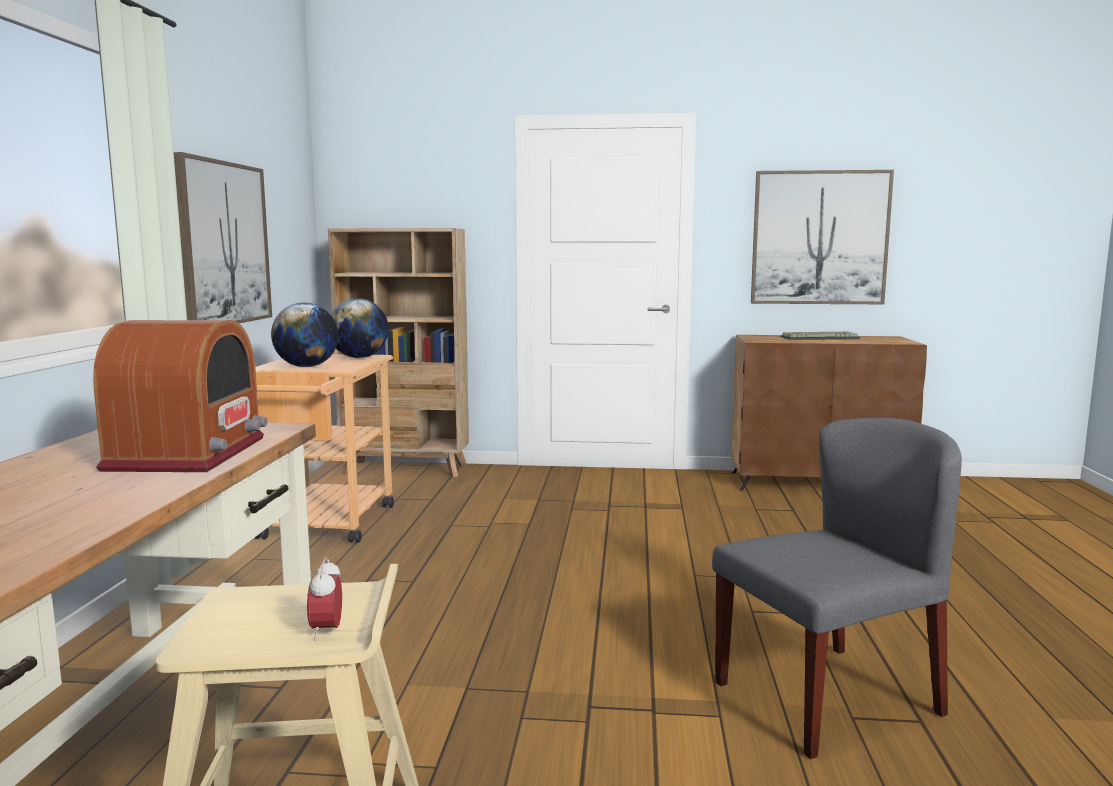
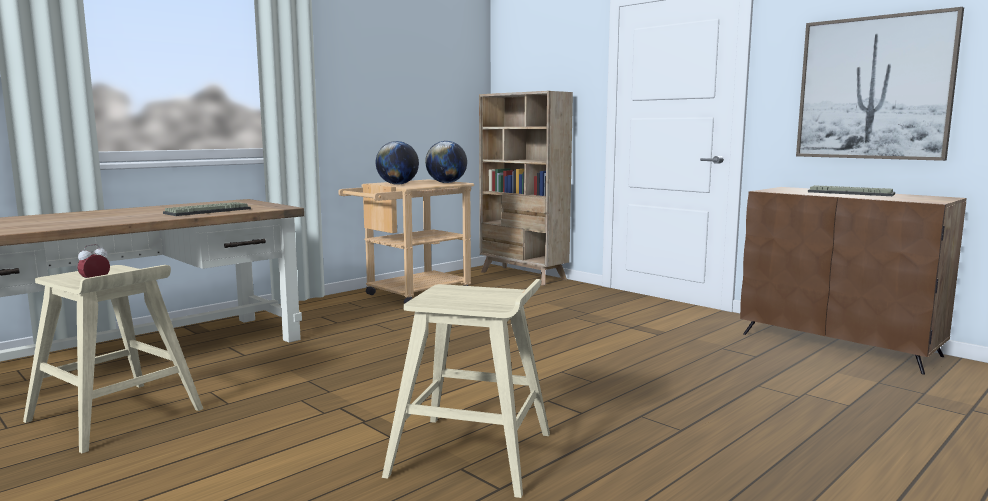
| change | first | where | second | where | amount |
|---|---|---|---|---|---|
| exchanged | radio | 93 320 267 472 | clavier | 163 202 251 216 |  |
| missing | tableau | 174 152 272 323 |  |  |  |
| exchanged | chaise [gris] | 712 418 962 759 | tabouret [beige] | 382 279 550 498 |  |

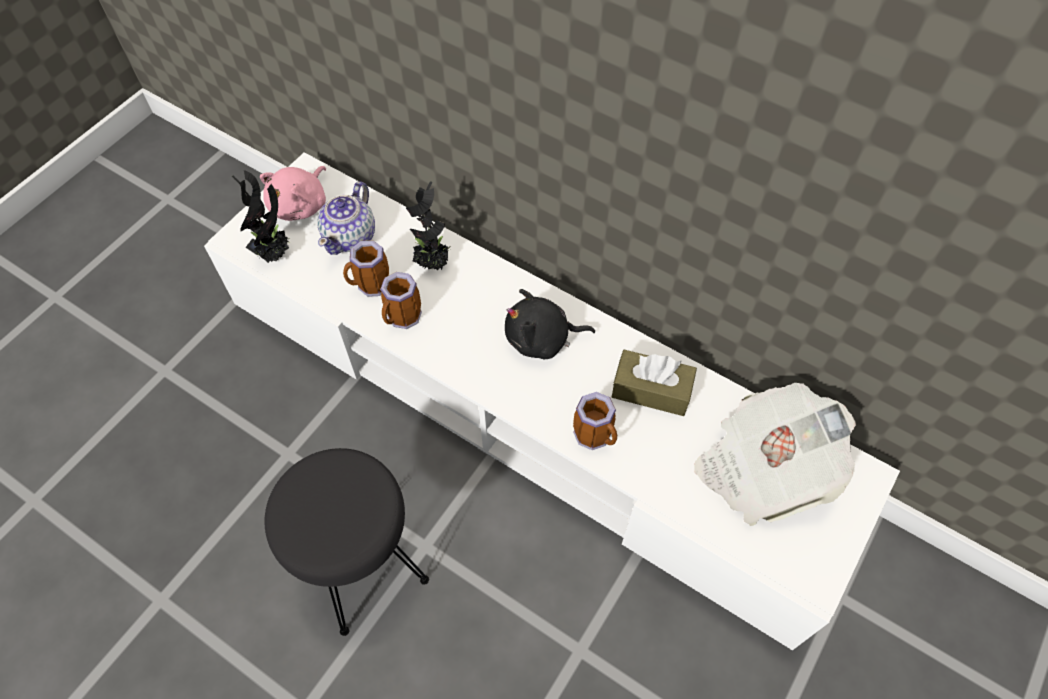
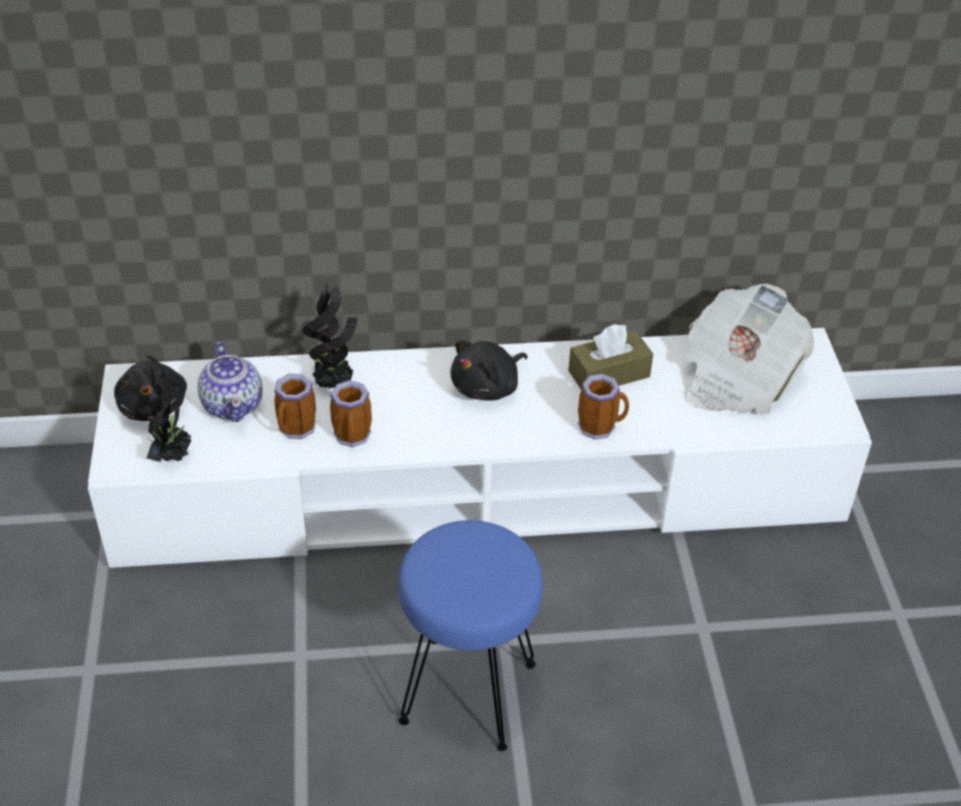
| change | first | where | second | where | amount |
|---|---|---|---|---|---|
| colour | peluche [rose] | 260 166 326 221 | peluche [noir] | 114 360 187 421 |  |
| colour | tabouret [noir] | 264 448 429 636 | tabouret [bleu] | 398 520 543 751 |  |

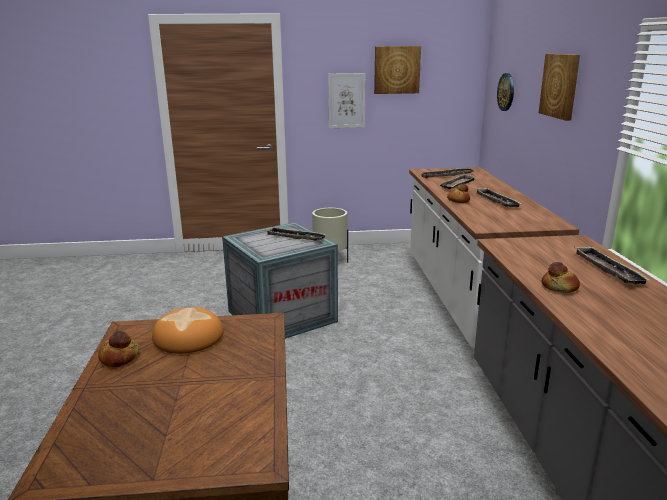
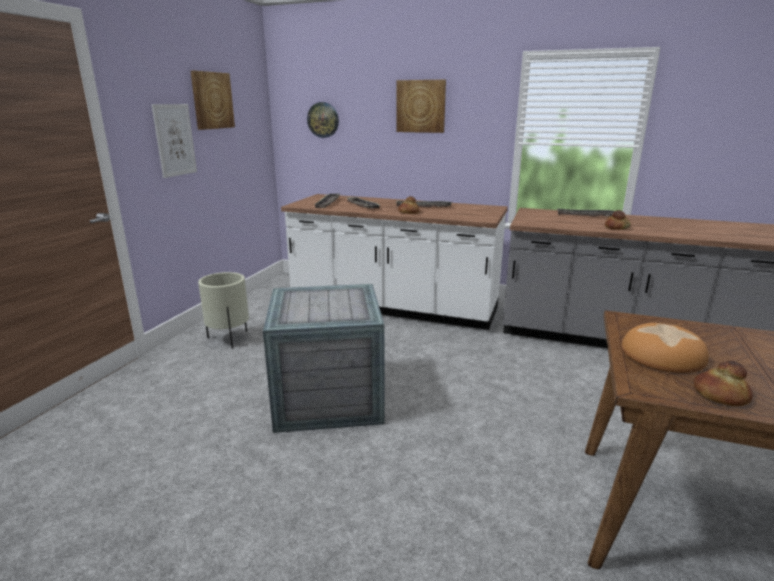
| change | first | where | second | where | amount |
|---|---|---|---|---|---|
| missing | plateau | 265 227 327 241 |  |  |  |

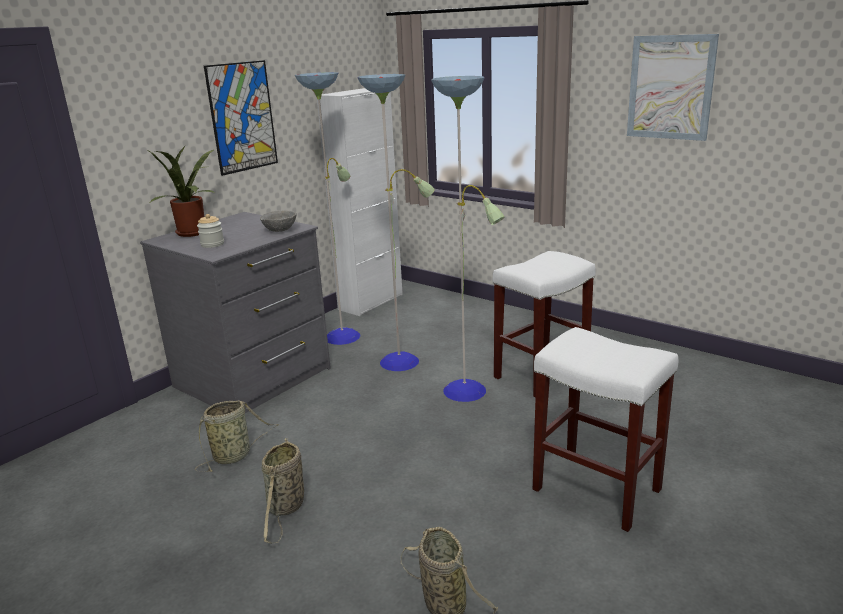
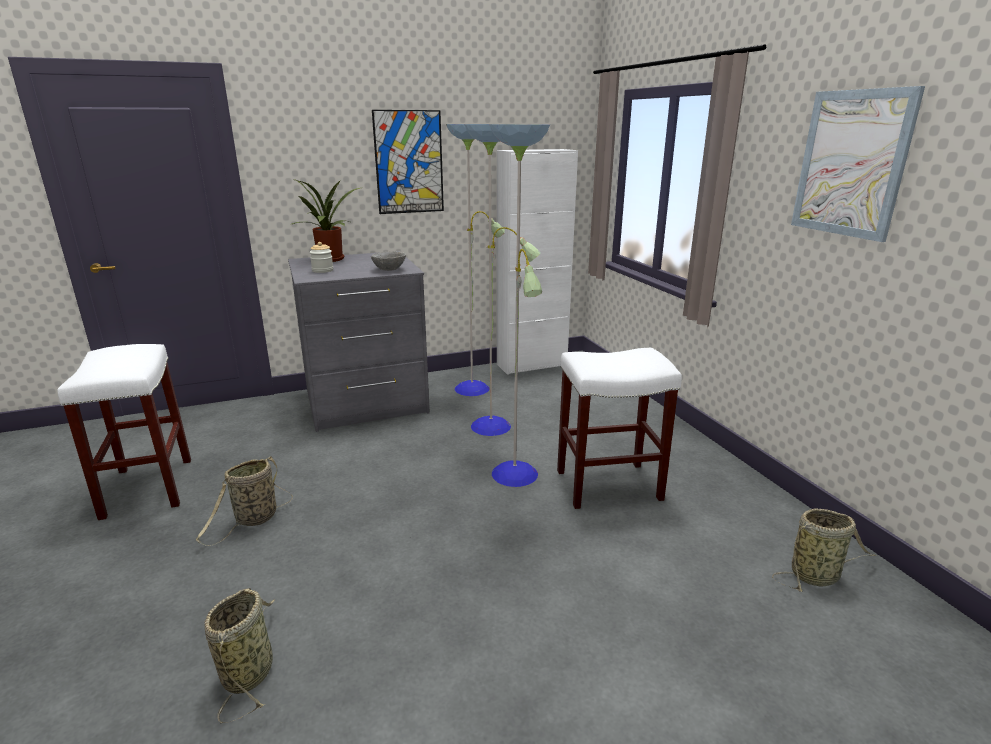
| change | first | where | second | where | amount |
|---|---|---|---|---|---|
| relocated | panier | 195 401 279 472 |  | 772 508 876 592 |  |
| relocated | tabouret [blanc] | 533 327 678 532 |  | 57 344 191 520 |  |

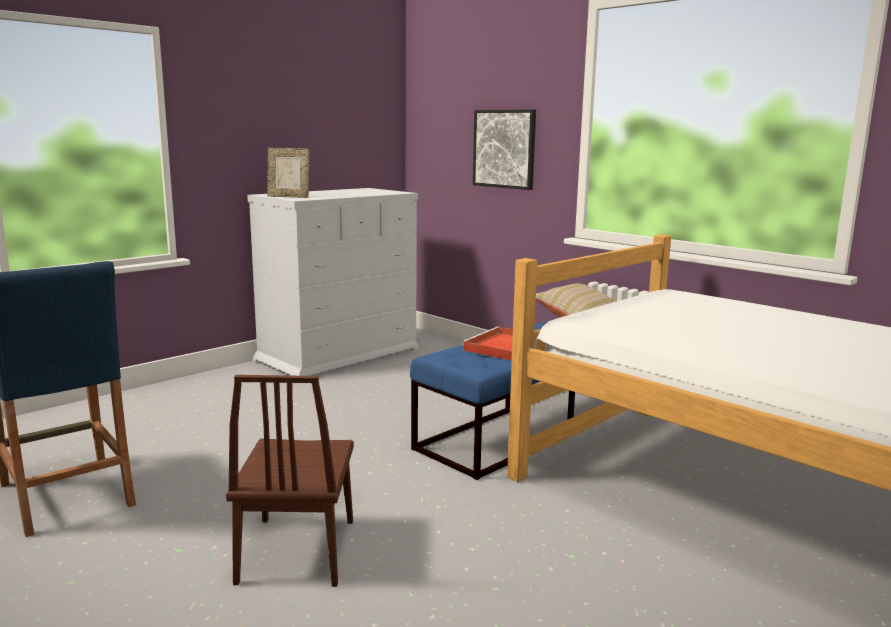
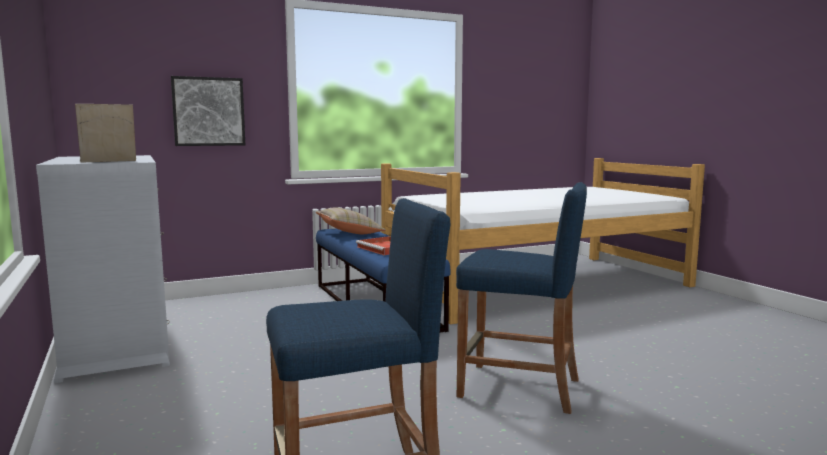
| change | first | where | second | where | amount |
|---|---|---|---|---|---|
| exchanged | chaise [marron] | 226 375 354 587 | tabouret [bleu] | 456 182 587 414 |  |
| spun | cadre photo | 267 148 309 198 |  | 75 104 136 162 | 150 degrees counterclockwise |

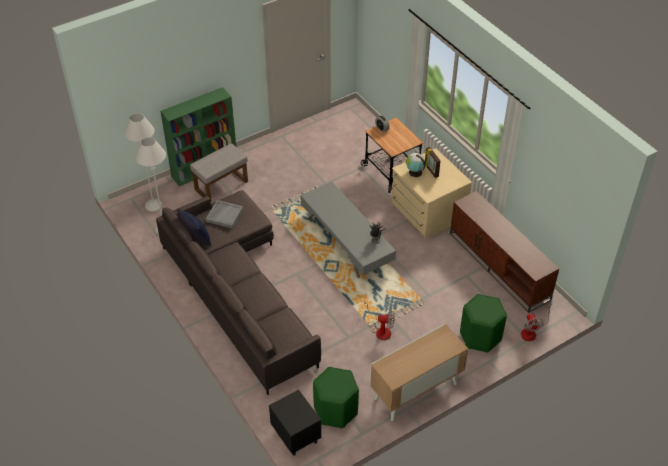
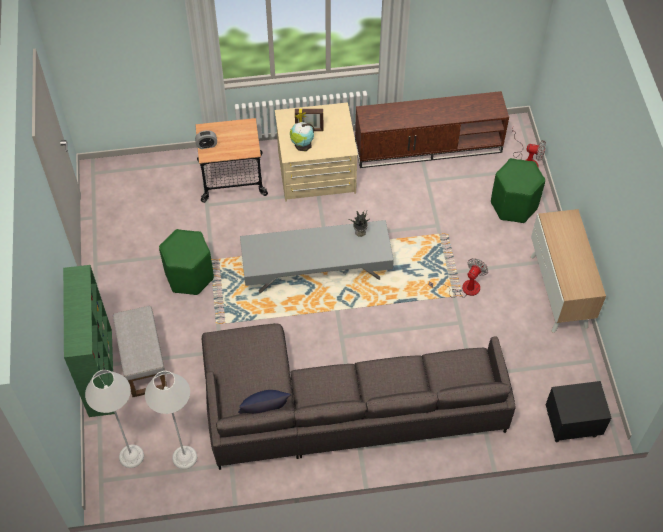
| change | first | where | second | where | amount |
|---|---|---|---|---|---|
| missing | plateau [gris] | 206 200 243 228 |  |  |  |
| relocated | tabouret [vert] | 313 367 359 428 |  | 159 229 214 295 |  |

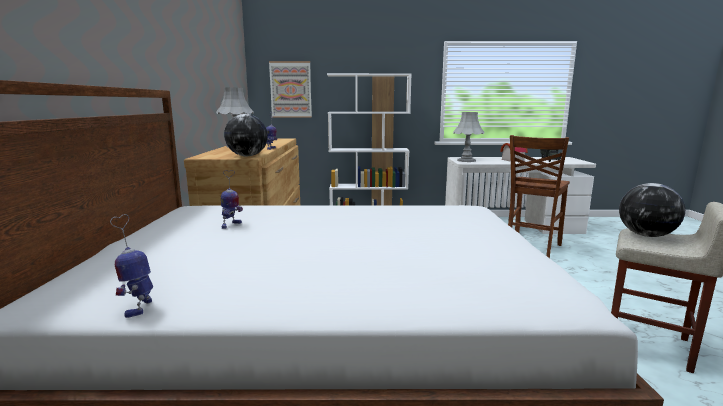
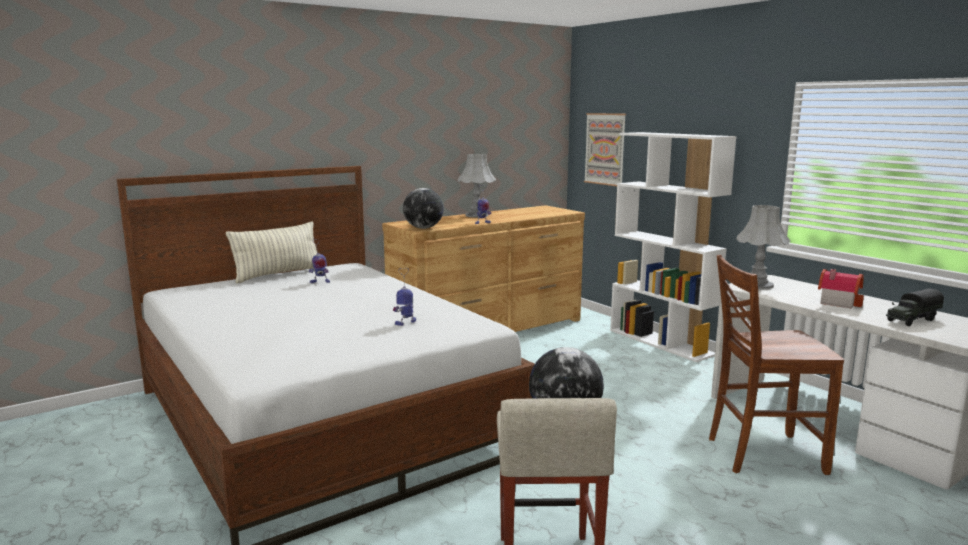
| change | first | where | second | where | amount |
|---|---|---|---|---|---|
| relocated | robot jouet | 110 214 153 318 |  | 393 268 416 326 |  |
| appeared |  |  | coussin | 226 221 317 284 |  |

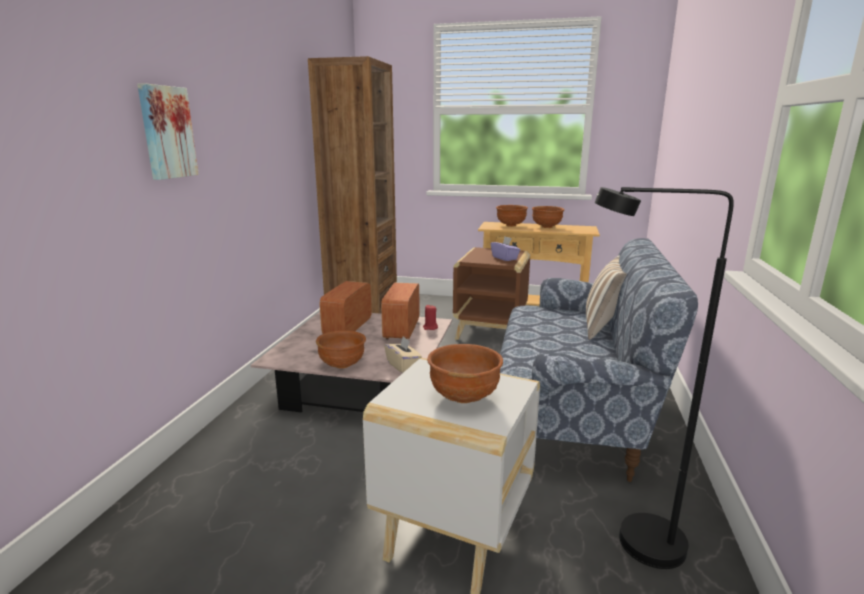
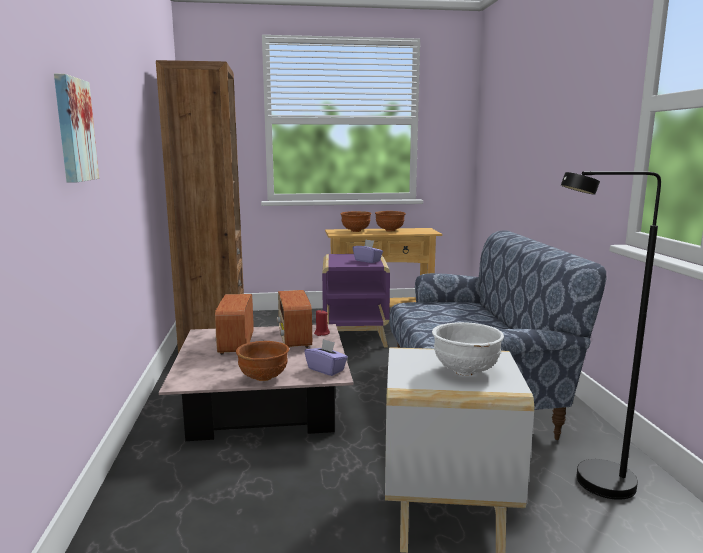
| change | first | where | second | where | amount |
|---|---|---|---|---|---|
| colour | boîte à mouchoirs [beige] | 384 337 422 373 | boîte à mouchoirs [violet] | 304 339 348 376 |  |
| colour | bol [marron] | 427 344 503 403 | bol [blanc] | 432 322 504 376 |  |
| colour | table d'appoint [marron] | 453 247 530 340 | table d'appoint [violet] | 322 254 390 347 |  |
| missing | coussin | 586 256 627 340 |  |  |  |

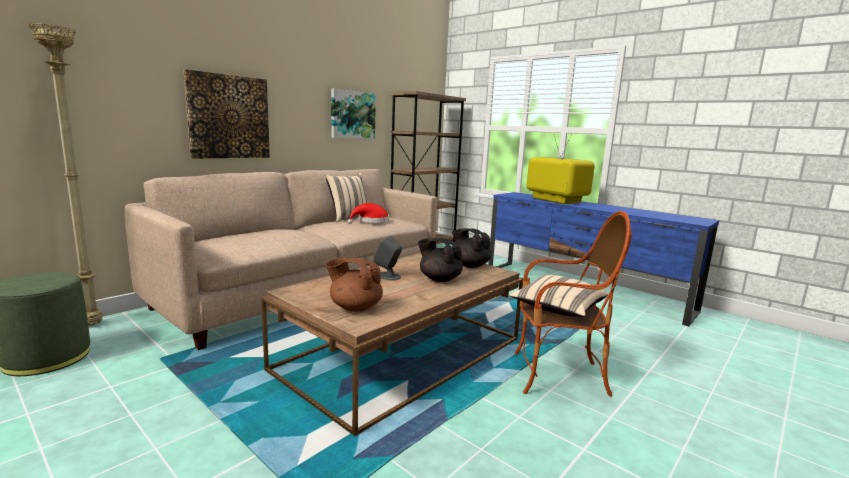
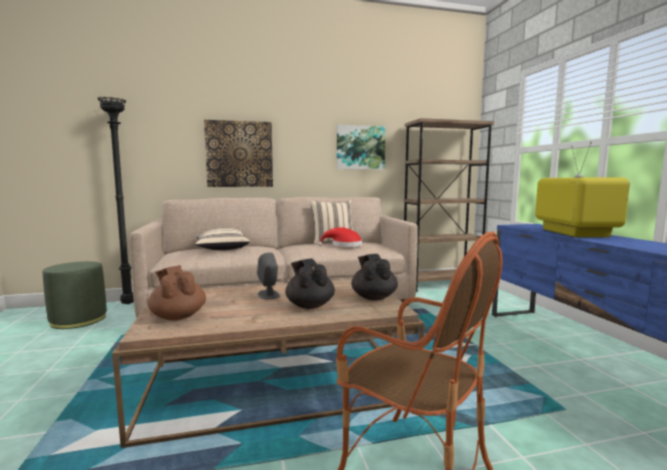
| change | first | where | second | where | amount |
|---|---|---|---|---|---|
| colour | lampadaire [beige] | 28 22 103 326 | lampadaire [noir] | 97 97 134 304 |  |
| relocated | coussin [beige] | 509 275 608 317 |  | 195 228 250 250 |  |

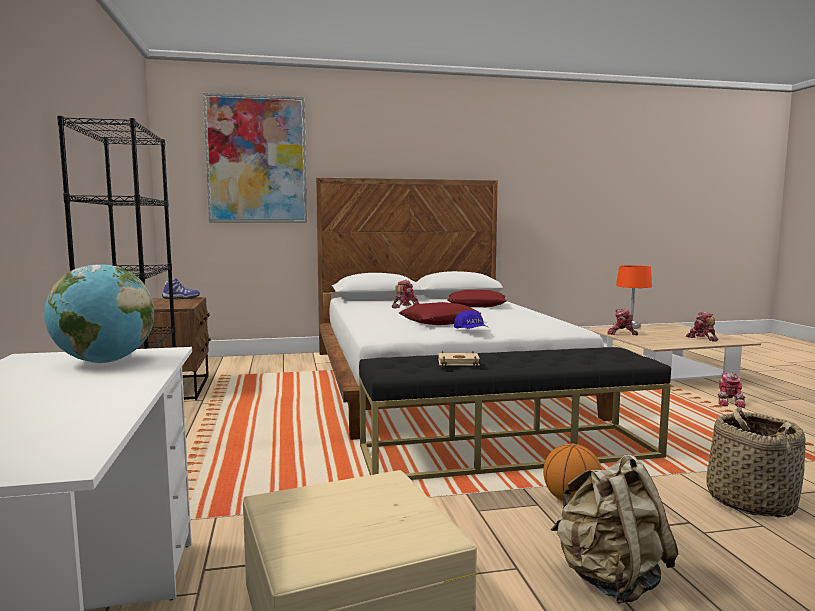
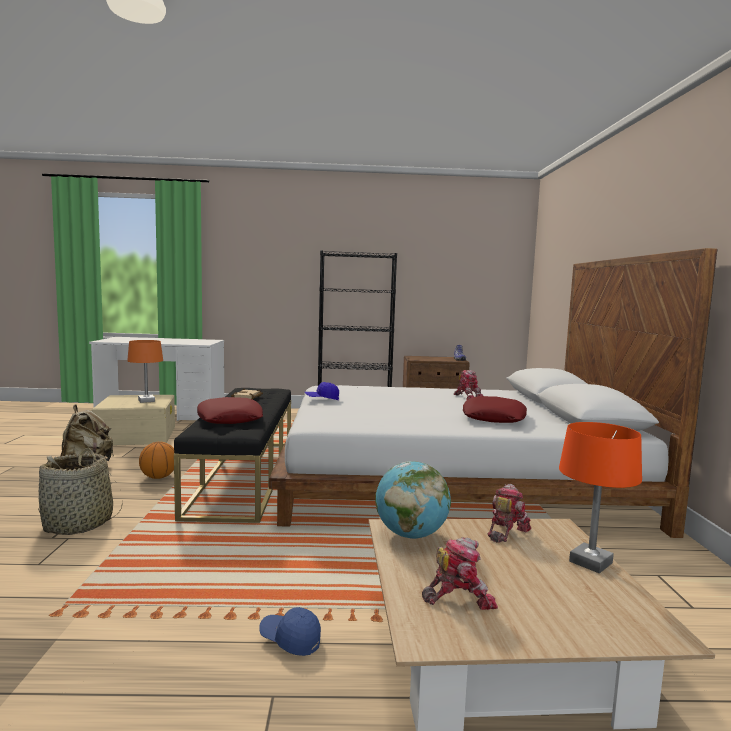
| change | first | where | second | where | amount |
|---|---|---|---|---|---|
| relocated | globe | 44 264 154 363 |  | 375 461 451 539 |  |
| missing | tableau | 203 93 307 222 |  |  |  |
| relocated | coussin [rouge] | 399 302 482 325 |  | 197 397 263 424 |  |
| exchanged | robot jouet | 718 372 746 408 | casquette [bleu] | 259 607 321 656 |  |
| appeared |  |  | lampe de table [orange] | 127 340 163 403 |  |

